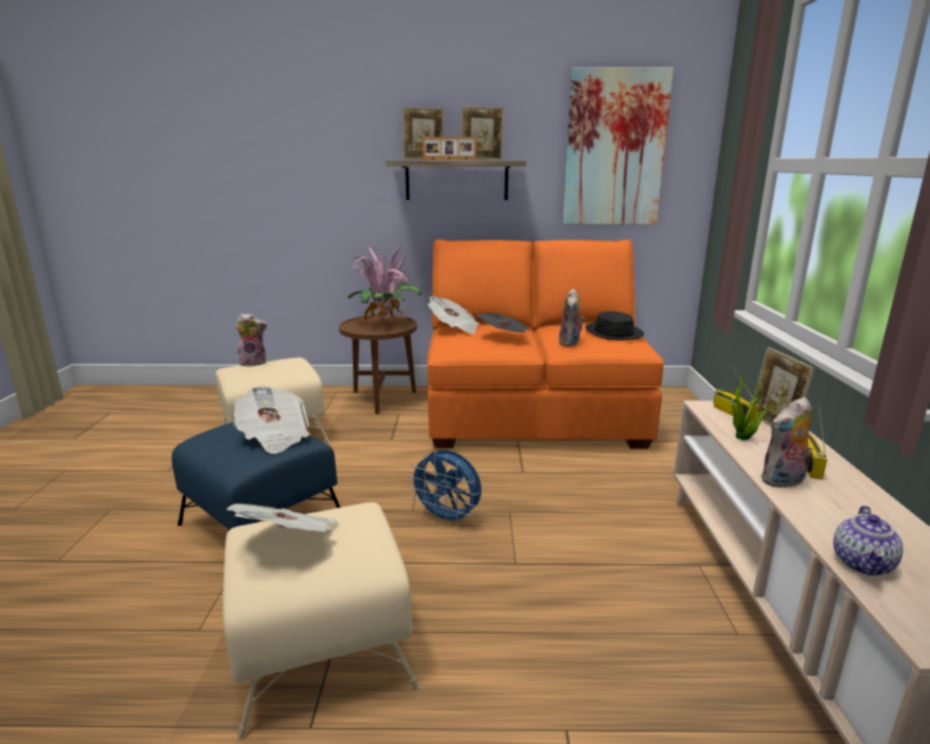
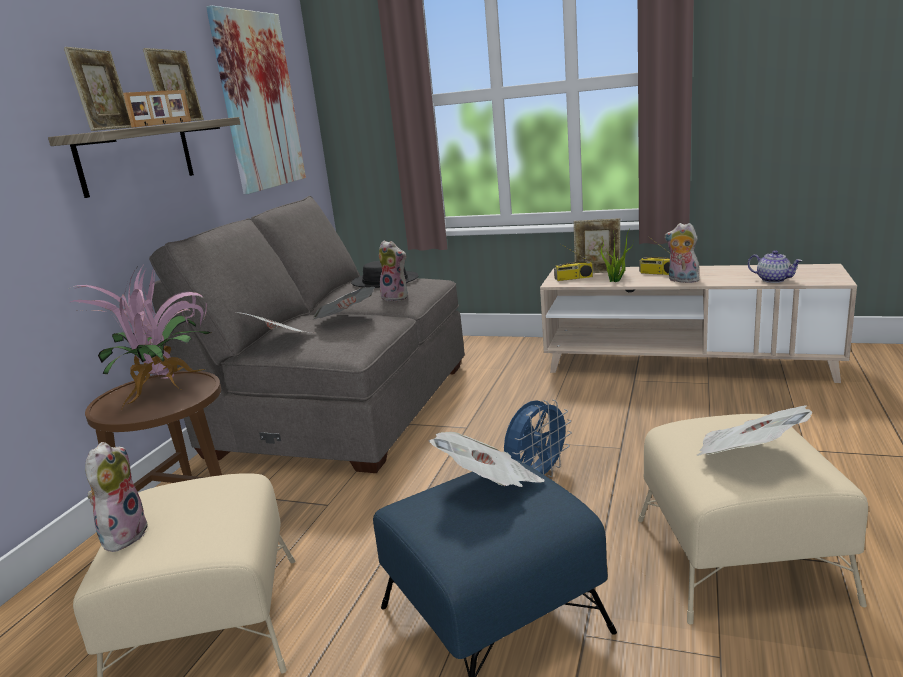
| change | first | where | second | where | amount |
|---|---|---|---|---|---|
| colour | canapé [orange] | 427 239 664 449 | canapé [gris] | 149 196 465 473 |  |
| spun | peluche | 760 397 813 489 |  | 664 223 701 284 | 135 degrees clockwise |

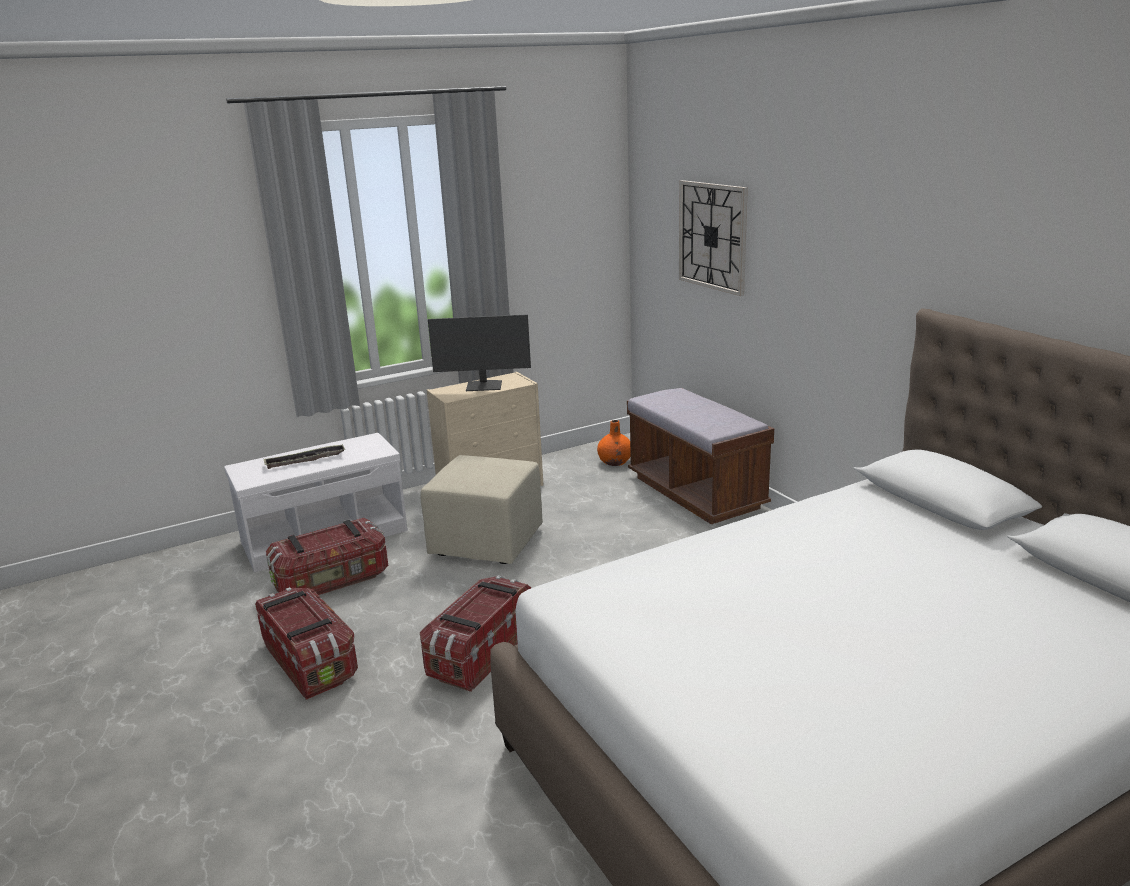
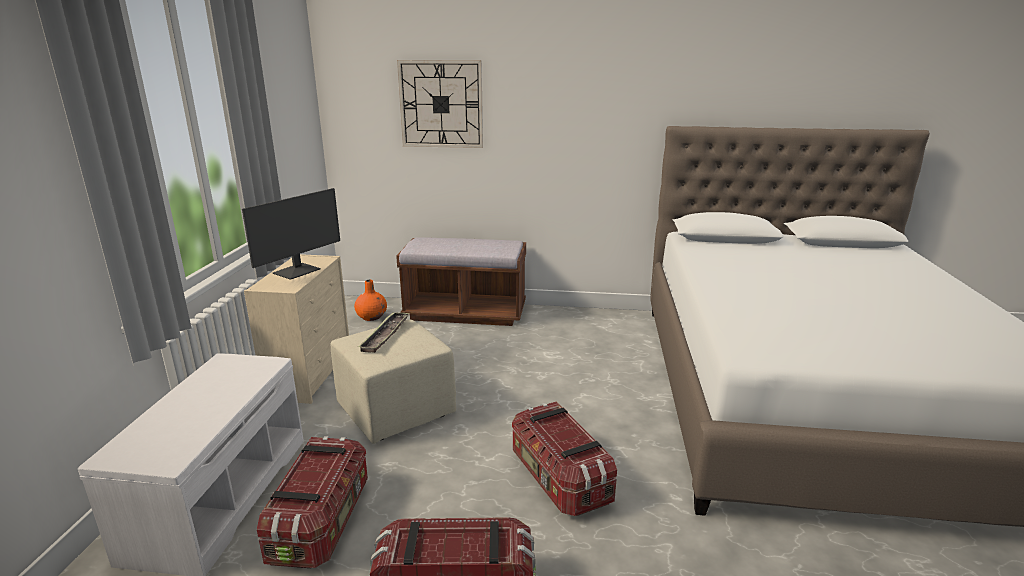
| change | first | where | second | where | amount |
|---|---|---|---|---|---|
| relocated | plateau | 264 444 345 469 |  | 358 312 409 353 |  |

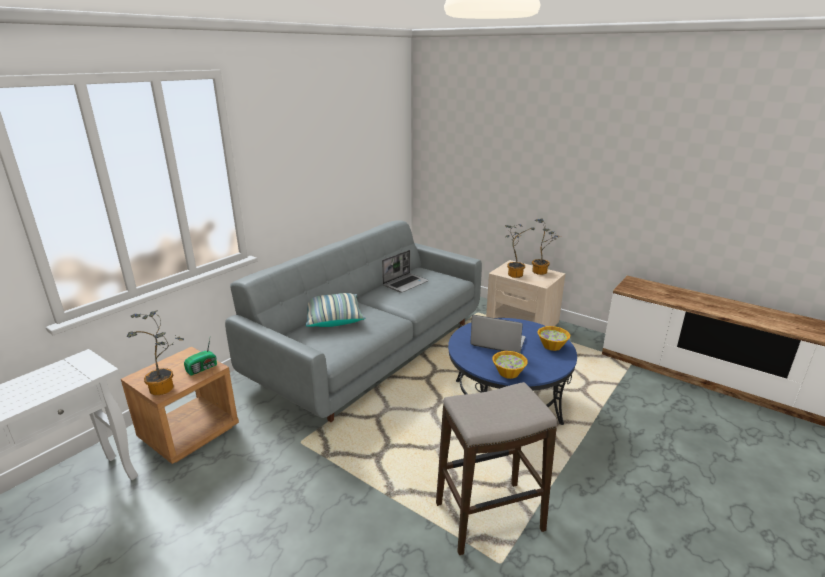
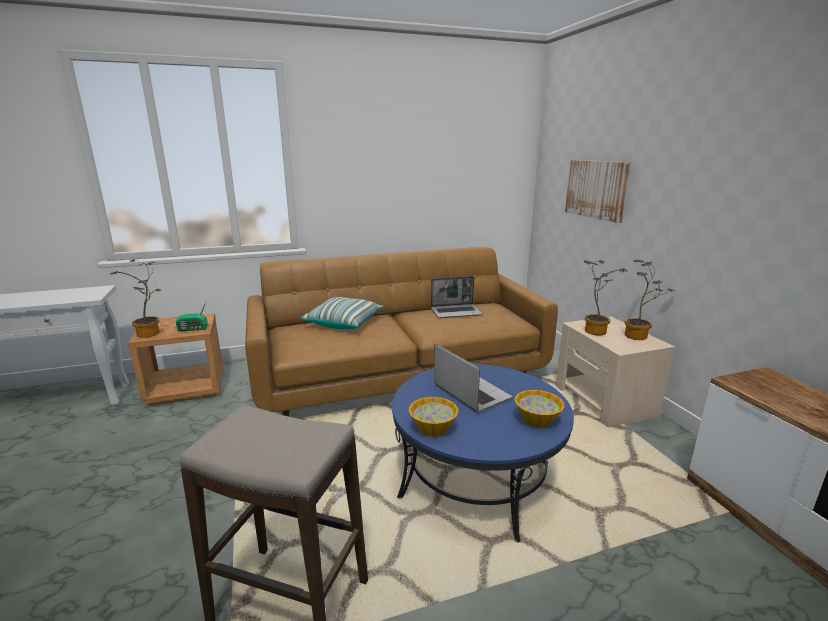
| change | first | where | second | where | amount |
|---|---|---|---|---|---|
| colour | canapé [gris] | 225 220 482 422 | canapé [marron] | 245 247 558 416 |  |
| appeared |  |  | tableau | 565 160 631 223 |  |

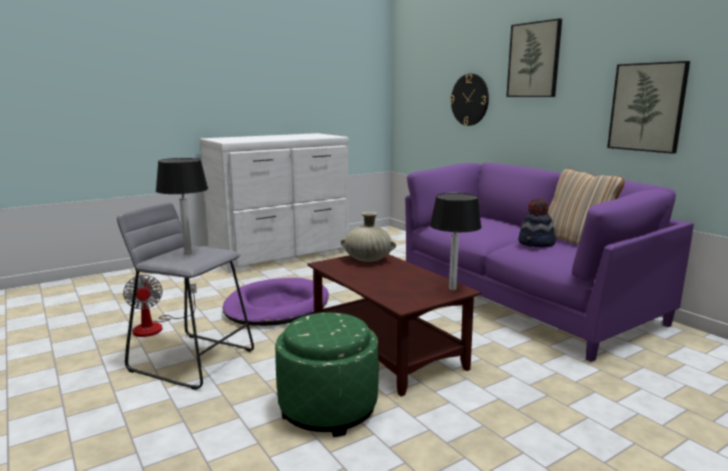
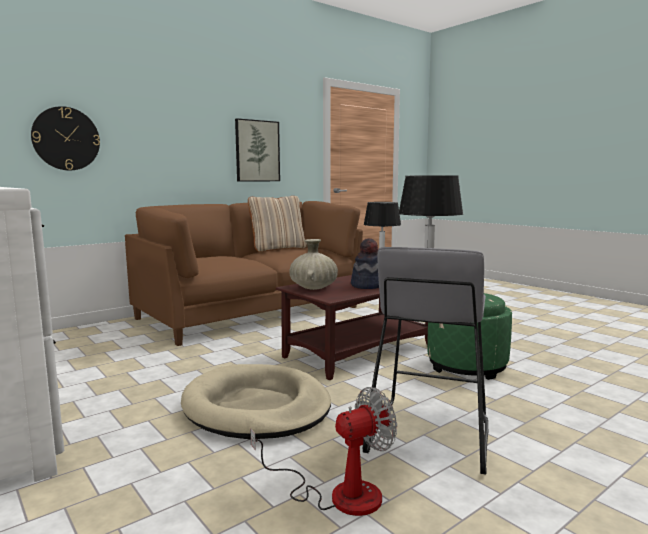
| change | first | where | second | where | amount |
|---|---|---|---|---|---|
| colour | panier pour chien [violet] | 223 278 329 326 | panier pour chien [beige] | 181 364 331 439 |  |
| colour | canapé [violet] | 405 163 694 362 | canapé [marron] | 125 201 363 346 |  |
| missing | tableau | 506 18 562 97 |  |  |  |
| relocated | chapeau | 518 199 556 247 |  | 351 238 379 289 |  |

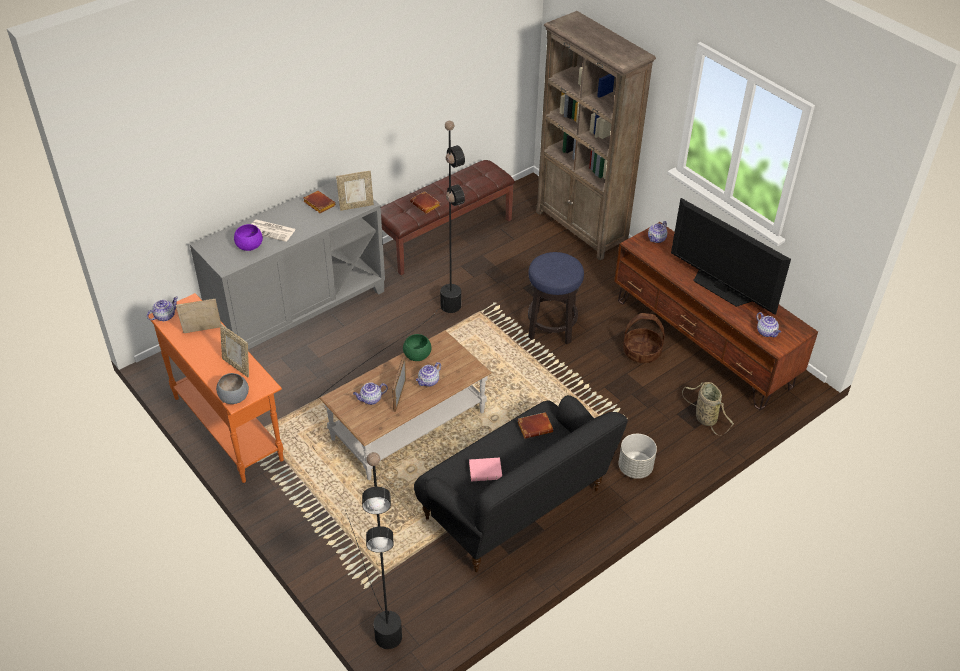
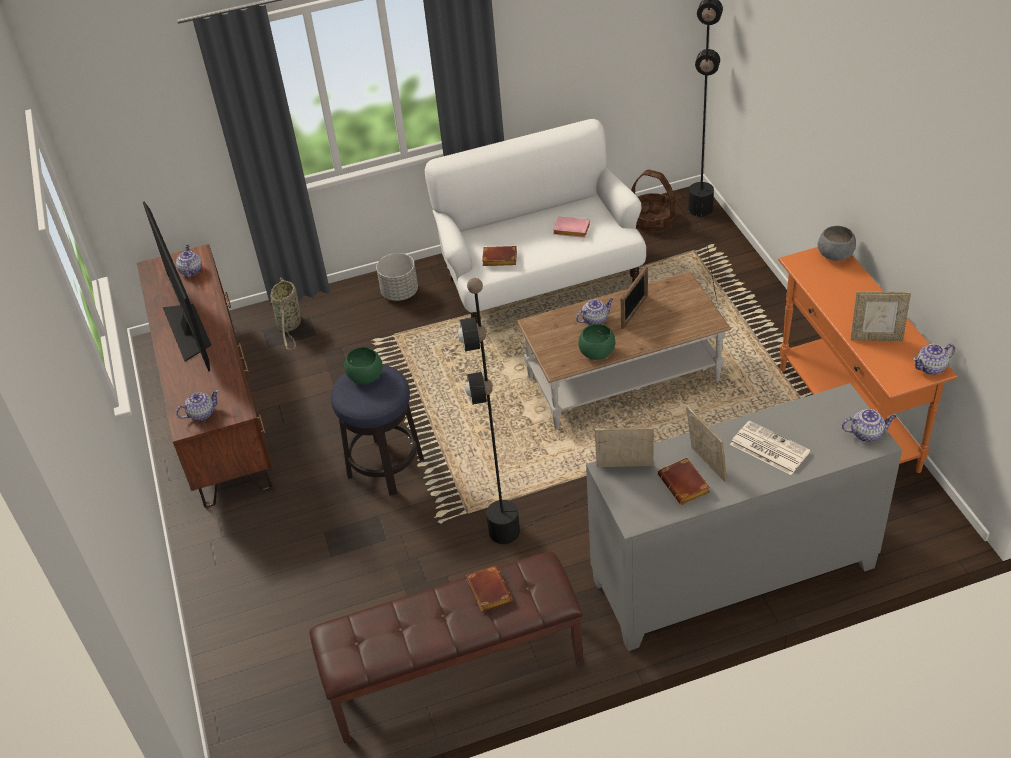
| change | first | where | second | where | amount |
|---|---|---|---|---|---|
| relocated | cadre photo | 220 324 249 377 |  | 687 406 727 482 |  |
| missing | bol [violet] | 234 224 263 251 |  |  |  |
| relocated | théière | 353 382 388 405 |  | 842 409 897 442 |  |
| colour | canapé [noir] | 414 395 628 572 | canapé [blanc] | 424 119 646 323 |  |
| missing | bibliothèque [marron] | 536 11 656 260 |  |  |  |
| relocated | panier | 623 313 665 363 |  | 631 169 675 232 |  |
| appeared |  |  | bol [vert] | 344 347 383 384 |  |

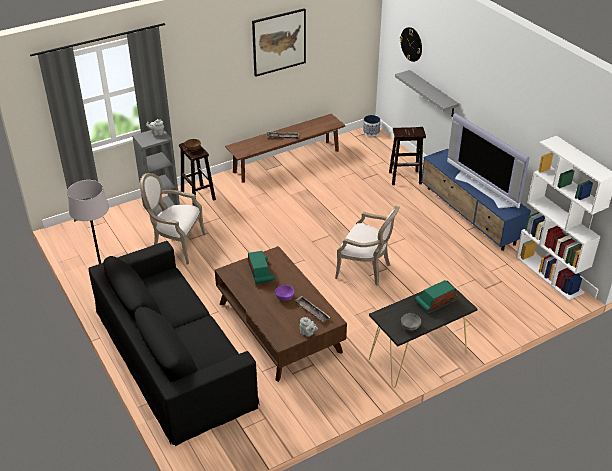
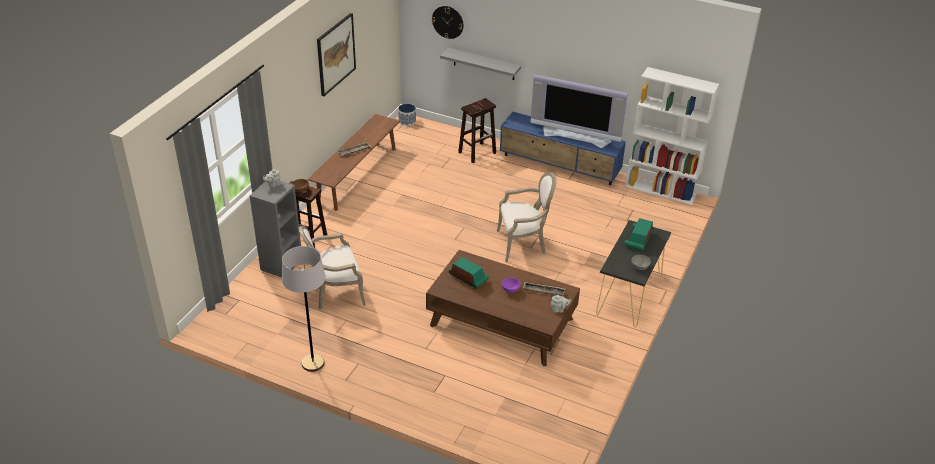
| change | first | where | second | where | amount |
|---|---|---|---|---|---|
| missing | canapé [noir] | 88 241 259 446 |  |  |  |

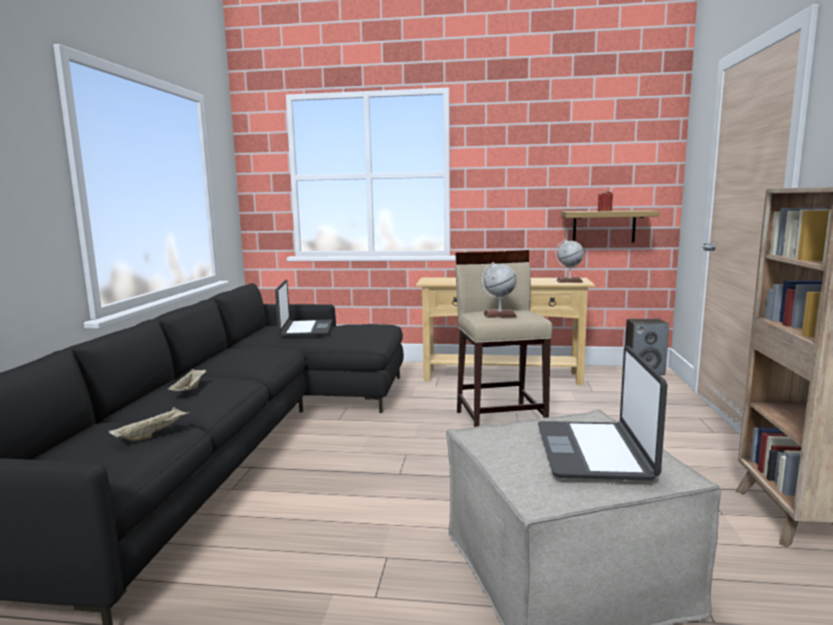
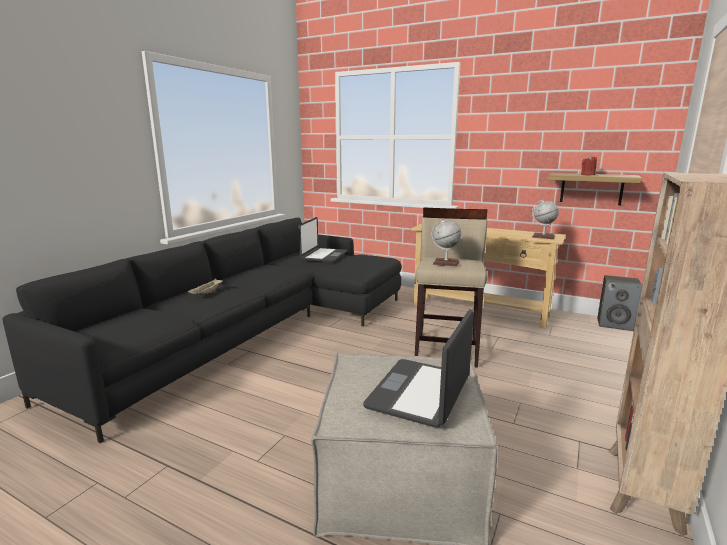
| change | first | where | second | where | amount |
|---|---|---|---|---|---|
| missing | plateau [beige] | 108 407 190 441 |  |  |  |

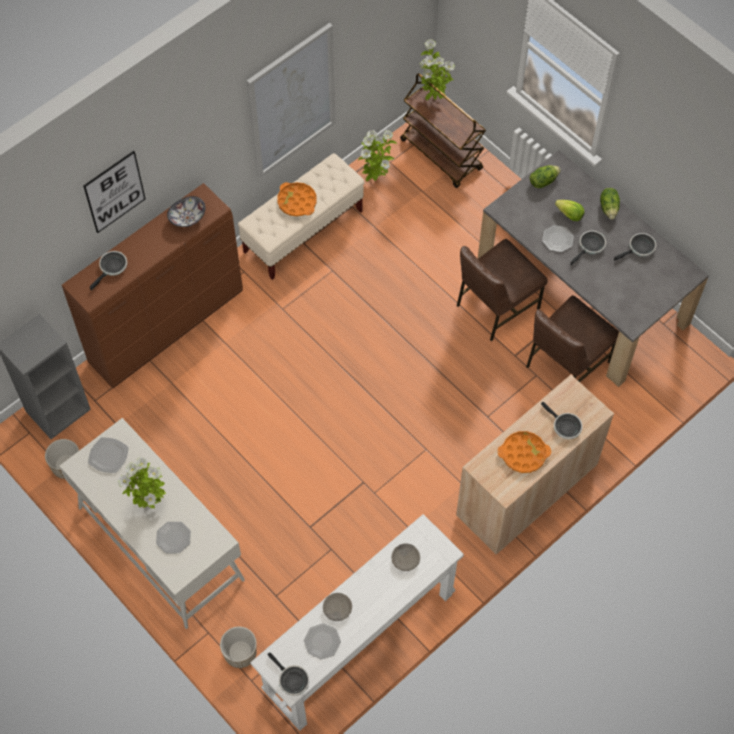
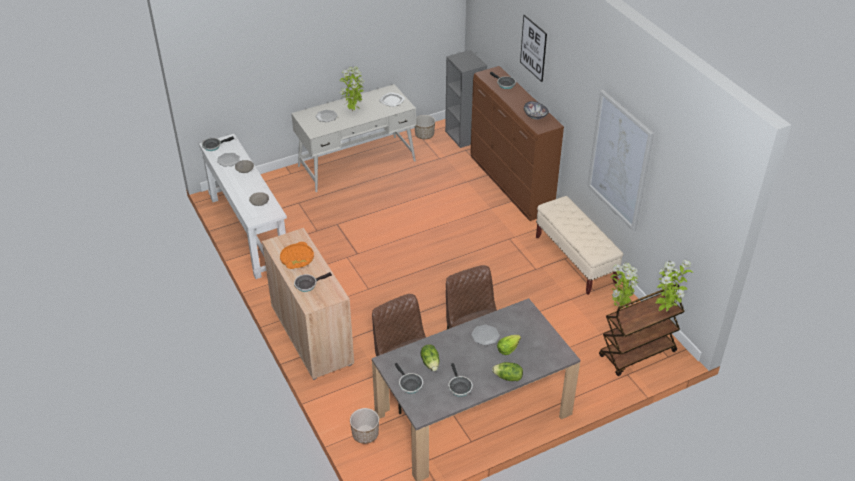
| change | first | where | second | where | amount |
|---|---|---|---|---|---|
| relocated | cache-pot | 220 627 257 668 |  | 350 408 379 444 |  |
| missing | plateau [orange] | 277 182 317 216 |  |  |  |
| relocated | laitue | 530 165 561 188 |  | 421 344 439 371 |  |
| relocated | poêle | 571 231 606 265 |  | 395 363 423 394 |  |

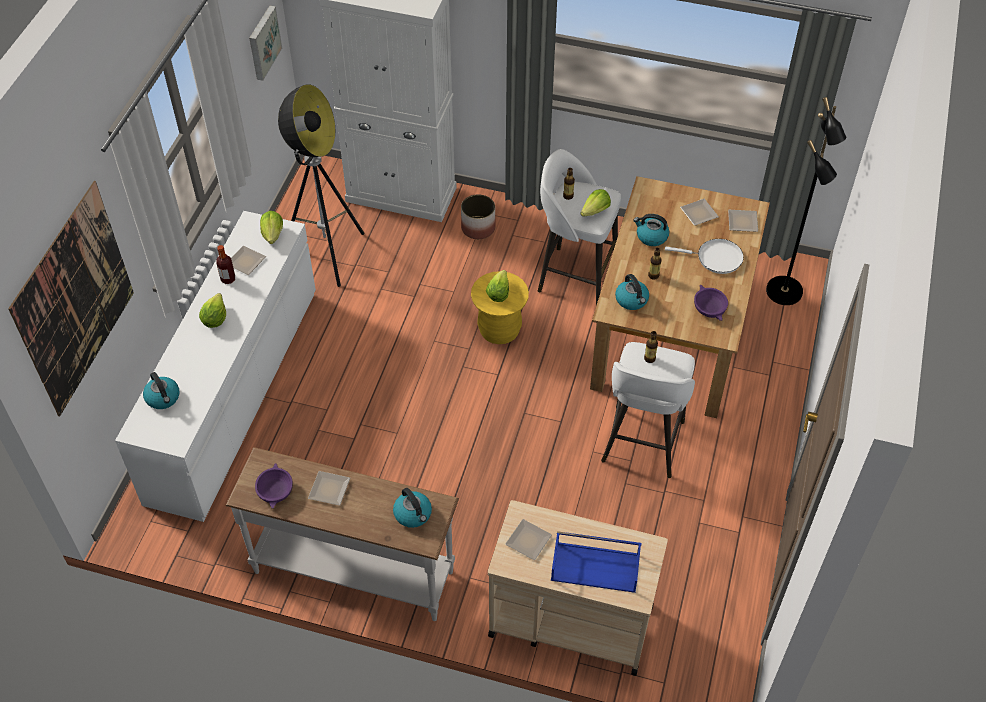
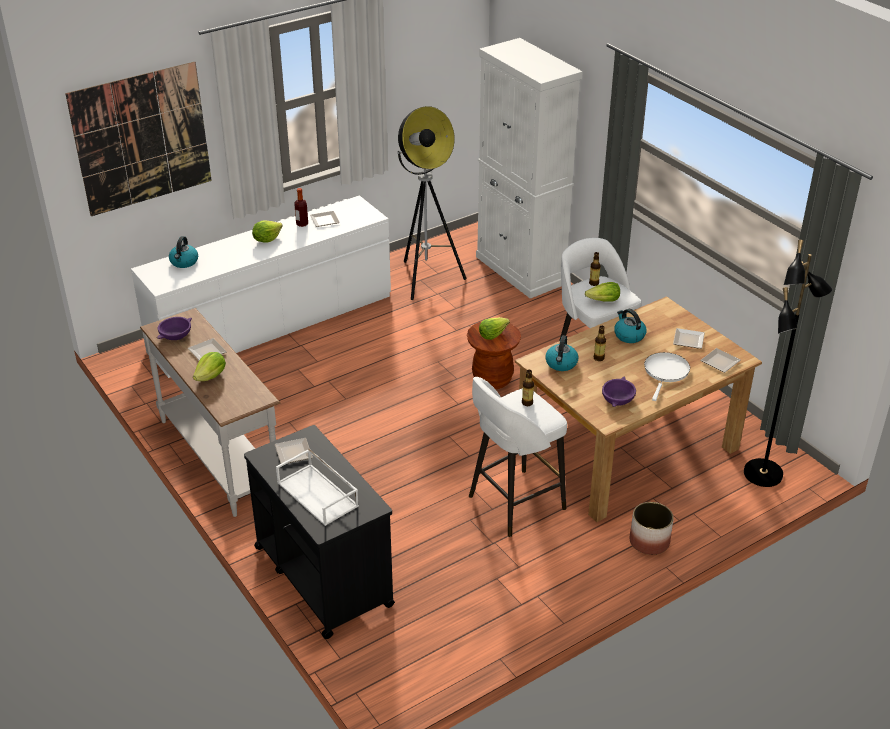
| change | first | where | second | where | amount |
|---|---|---|---|---|---|
| missing | tableau | 249 6 282 81 |  |  |  |
| relocated | laitue | 260 211 283 244 |  | 193 352 226 381 |  |
| missing | bouilloire | 393 488 432 528 |  |  |  |
| relocated | cache-pot | 461 194 496 239 |  | 630 502 674 555 |  |
| colour | tabouret [jaune] | 471 271 529 344 | tabouret [marron] | 467 321 521 390 |  |
| colour | chariot [beige] | 488 500 668 676 | chariot [noir] | 244 425 395 639 |  |
| colour | plateau [bleu] | 551 531 641 593 | plateau [blanc] | 276 449 359 526 |  |
| spun | poêle [blanc] | 665 239 744 274 |  | 644 352 690 401 | 120 degrees counterclockwise |

